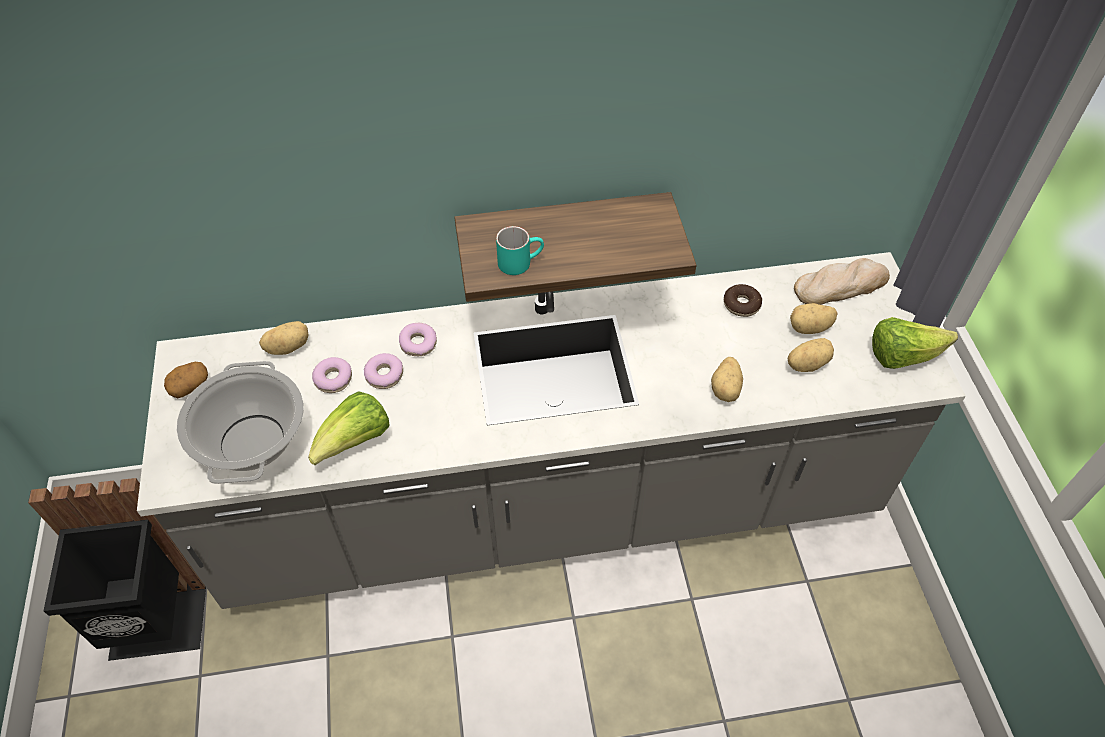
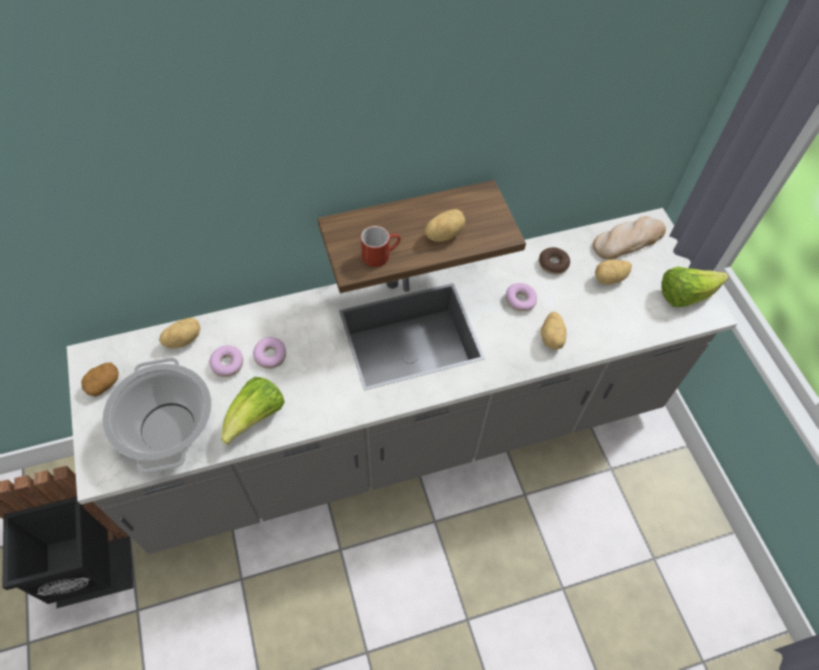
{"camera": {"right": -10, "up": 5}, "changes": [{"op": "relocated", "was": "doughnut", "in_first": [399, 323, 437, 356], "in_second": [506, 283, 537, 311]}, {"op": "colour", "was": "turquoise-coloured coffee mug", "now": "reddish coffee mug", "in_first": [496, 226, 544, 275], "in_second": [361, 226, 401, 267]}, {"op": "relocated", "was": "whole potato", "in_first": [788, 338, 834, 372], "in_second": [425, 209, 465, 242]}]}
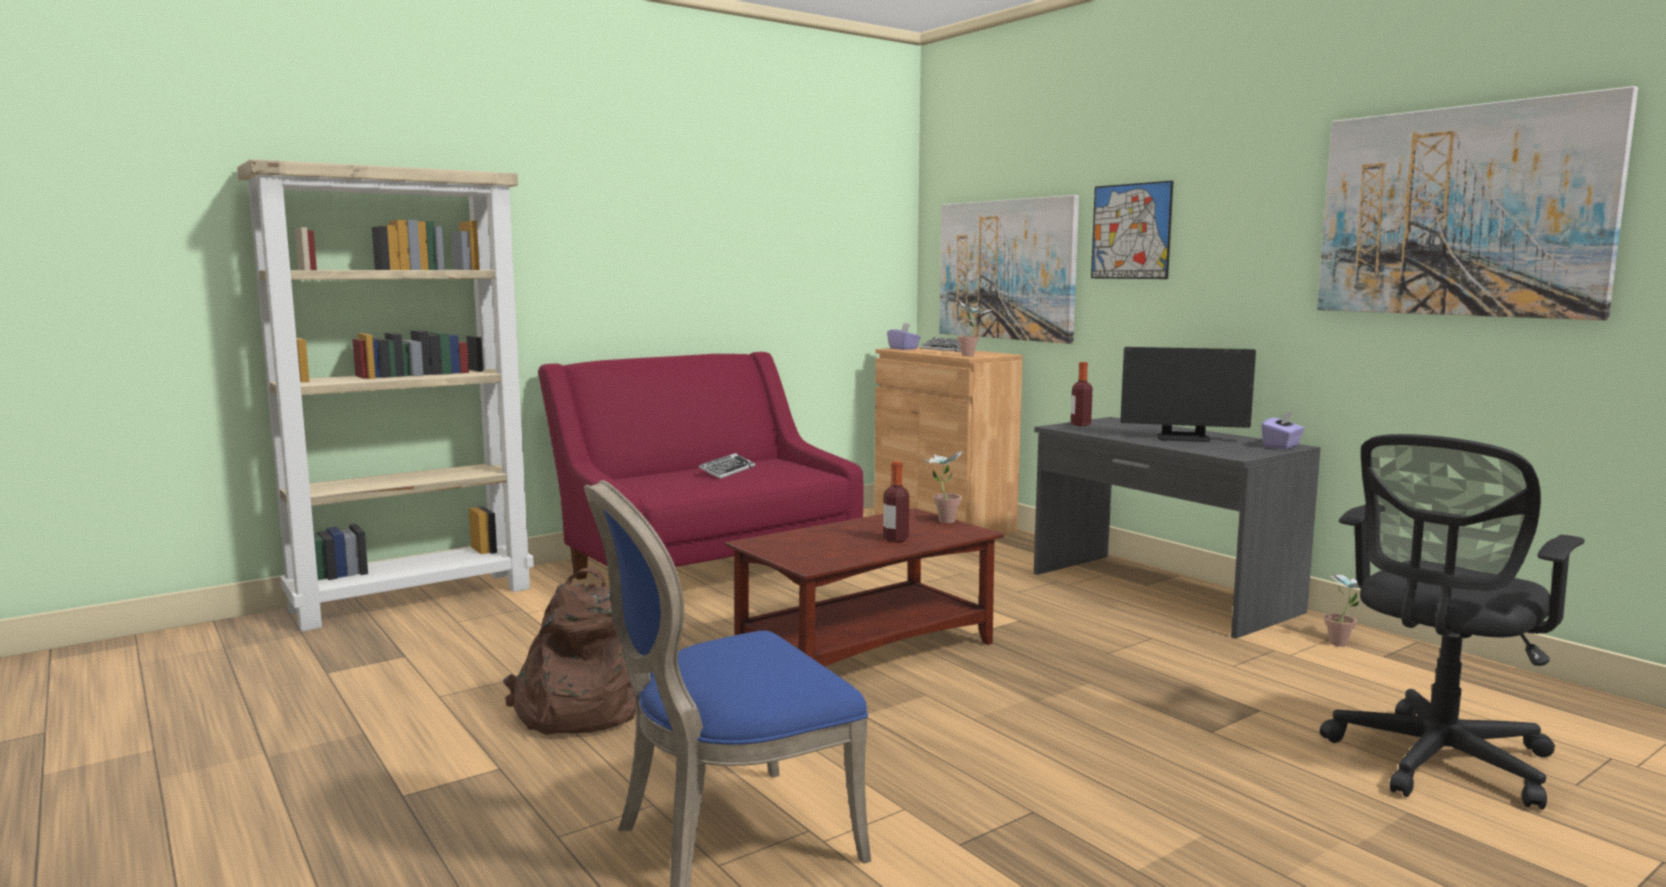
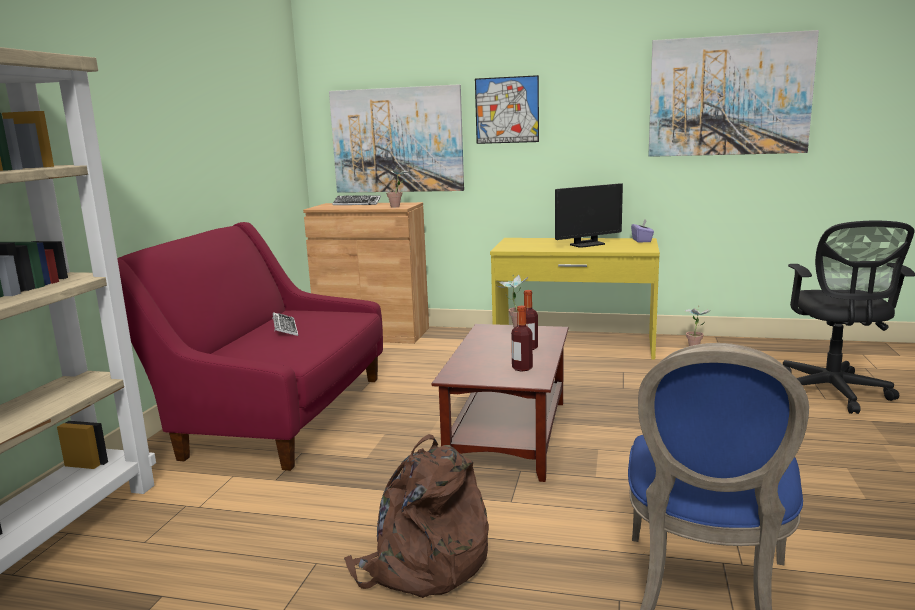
{"camera": {"right": -40, "up": 5}, "changes": [{"op": "missing", "was": "purple-coloured tissue holder", "in_first": [887, 323, 921, 350]}, {"op": "colour", "was": "gray desk unit", "now": "yellow desk unit", "in_first": [1034, 417, 1320, 639], "in_second": [490, 238, 660, 360]}, {"op": "relocated", "was": "bottle", "in_first": [1071, 362, 1093, 426], "in_second": [511, 306, 533, 372]}]}
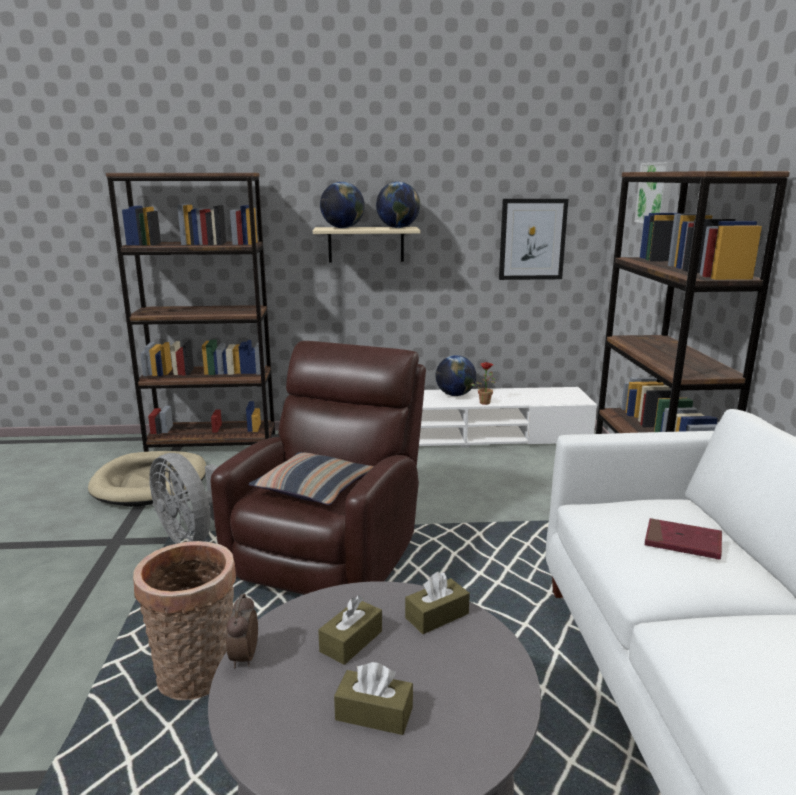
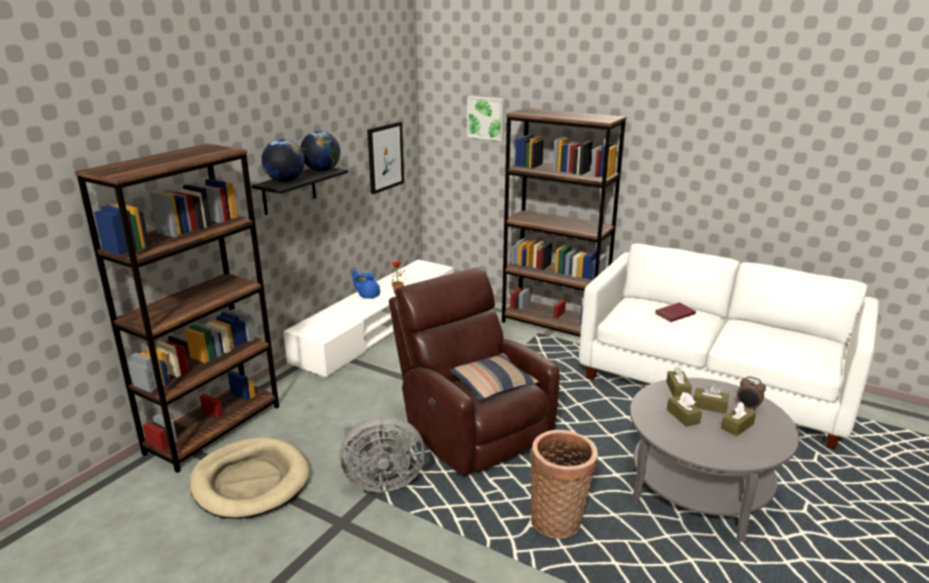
{"camera": {"right": -55, "up": 5}, "changes": [{"op": "relocated", "was": "alarm clock", "in_first": [226, 594, 258, 668], "in_second": [737, 376, 766, 411]}, {"op": "colour", "was": "beige wall shelf", "now": "black-coloured wall shelf", "in_first": [313, 227, 420, 262], "in_second": [252, 168, 348, 215]}, {"op": "exchanged", "was": "globe", "now": "blue-coloured teapot", "in_first": [436, 355, 476, 396], "in_second": [352, 269, 380, 299]}, {"op": "appeared", "now": "brownish tissue holder", "in_second": [693, 384, 729, 414]}]}
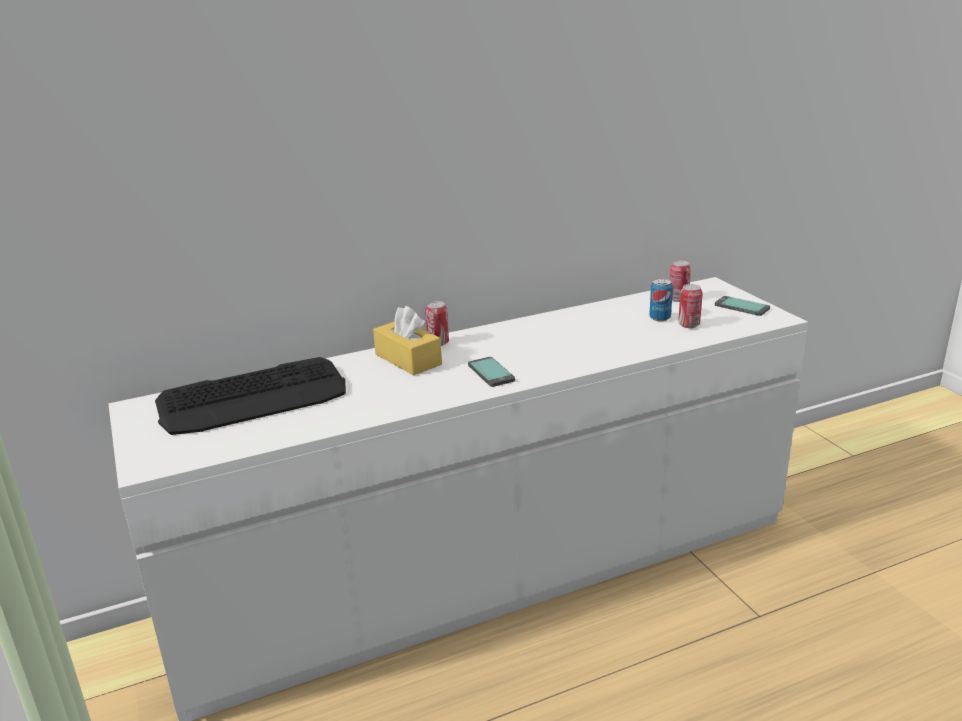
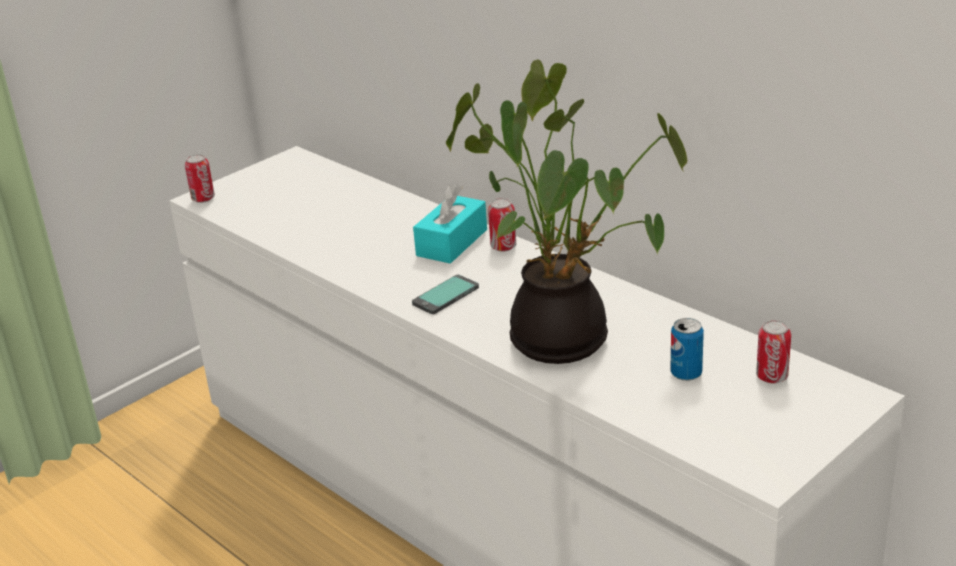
{"camera": {"right": 70, "up": 5}, "changes": [{"op": "missing", "was": "keyboard", "in_first": [155, 357, 346, 435]}, {"op": "colour", "was": "yellow tissue holder", "now": "turquoise-coloured tissue holder", "in_first": [373, 306, 442, 375], "in_second": [413, 184, 487, 264]}, {"op": "relocated", "was": "can", "in_first": [678, 284, 703, 328], "in_second": [185, 154, 215, 203]}, {"op": "missing", "was": "telephone", "in_first": [715, 296, 770, 316]}, {"op": "appeared", "now": "potted plant", "in_second": [446, 59, 687, 364]}]}
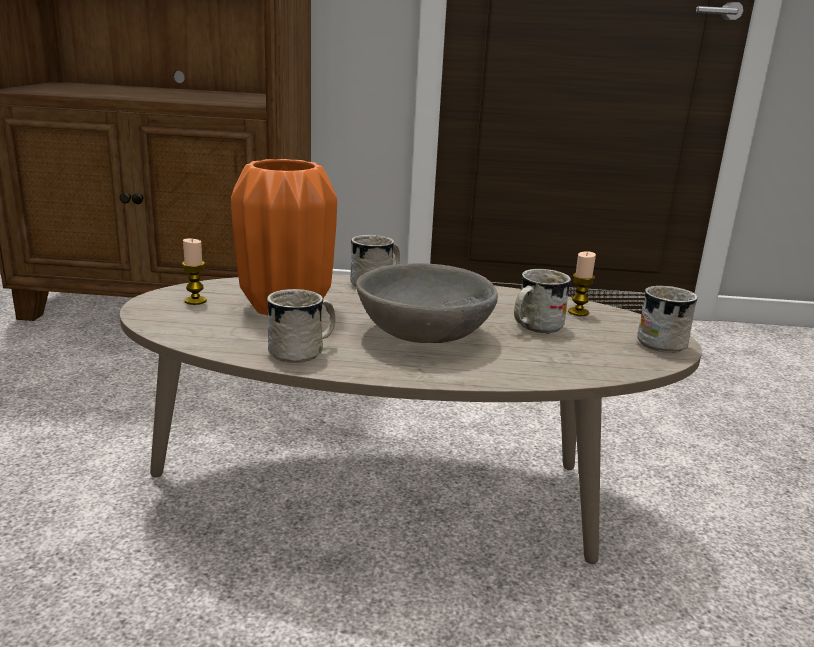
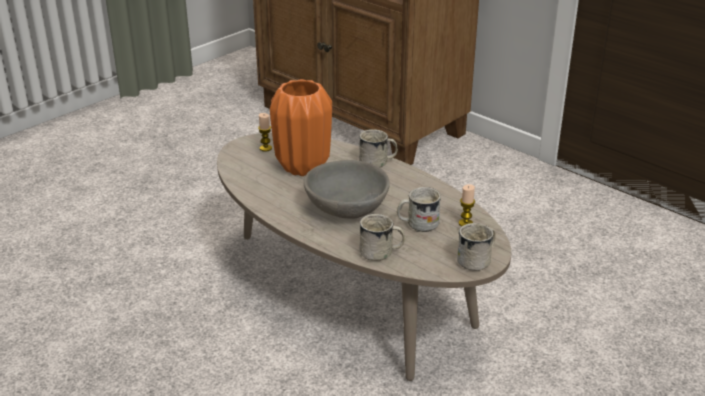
{"camera": {"right": 40, "up": 10}, "changes": [{"op": "relocated", "was": "white-coloured coffee mug", "in_first": [267, 289, 336, 363], "in_second": [360, 214, 405, 261]}]}
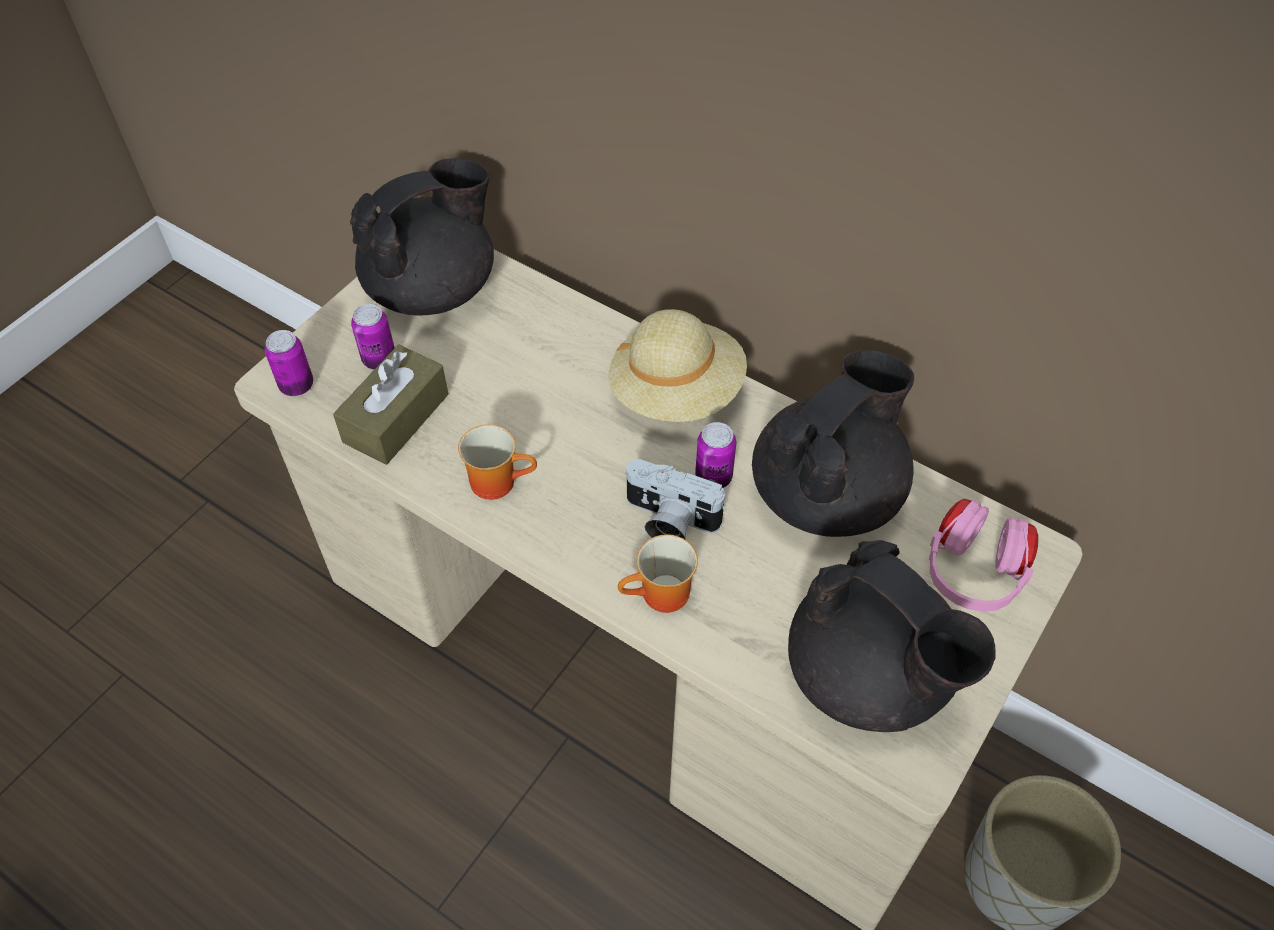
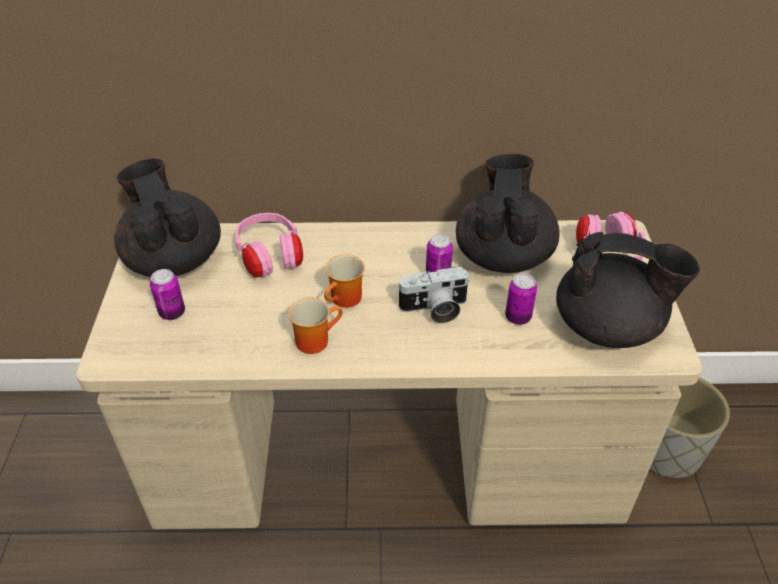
{"camera": {"right": -35, "up": -10}, "changes": [{"op": "relocated", "was": "can", "in_first": [265, 330, 313, 396], "in_second": [505, 273, 537, 325]}, {"op": "missing", "was": "brownish tissue holder", "in_first": [333, 345, 449, 465]}, {"op": "spun", "was": "black-coloured teapot", "in_first": [350, 158, 494, 316], "in_second": [114, 158, 221, 277], "clockwise": -45}, {"op": "missing", "was": "beige wearable hat", "in_first": [609, 309, 747, 422]}, {"op": "relocated", "was": "coffee mug", "in_first": [618, 534, 698, 613], "in_second": [324, 254, 365, 308]}, {"op": "appeared", "now": "pink-coloured pair of headphones", "in_second": [235, 213, 303, 278]}]}
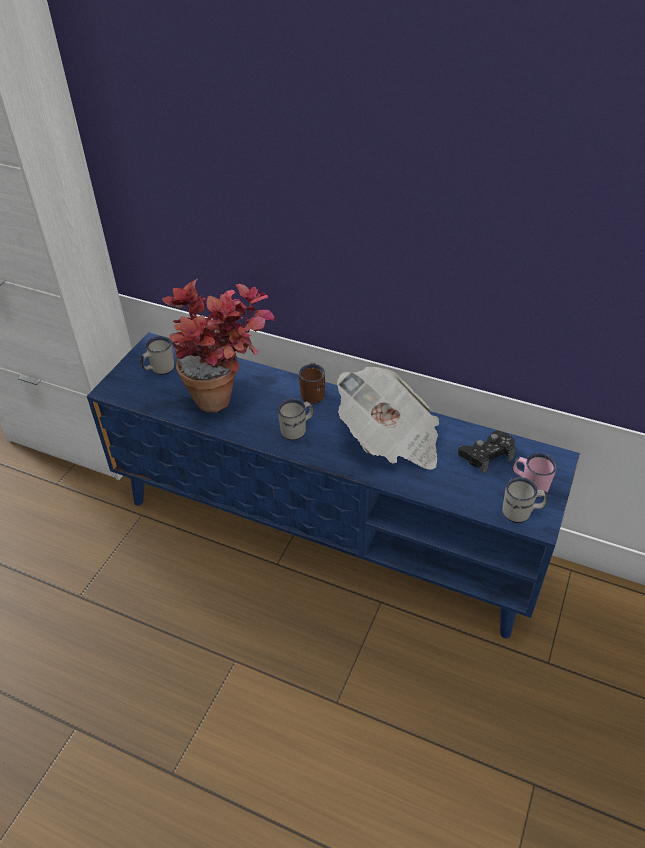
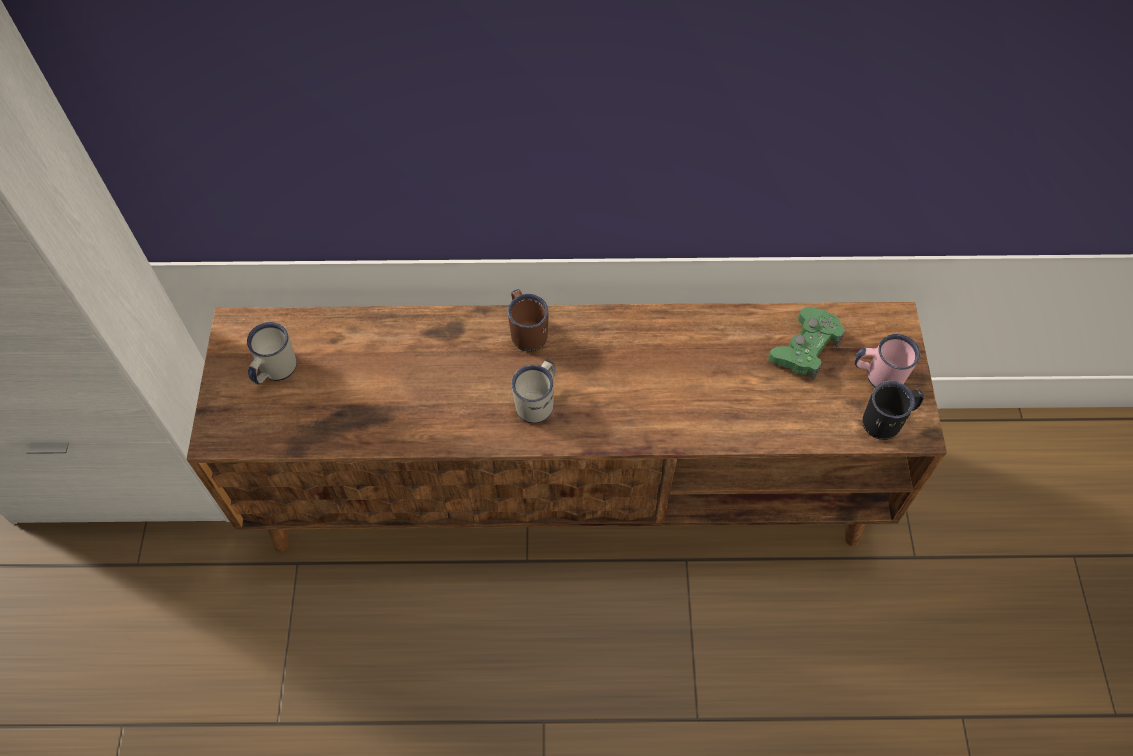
{"camera": {"right": -25, "up": 15}, "changes": [{"op": "colour", "was": "blue-coloured tv unit", "now": "brownish tv unit", "in_first": [87, 332, 580, 639], "in_second": [187, 302, 947, 552]}, {"op": "missing", "was": "potted plant", "in_first": [162, 279, 275, 413]}, {"op": "missing", "was": "printed paper", "in_first": [337, 367, 439, 470]}, {"op": "colour", "was": "black-coloured joypad", "now": "greenish joypad", "in_first": [458, 431, 516, 473], "in_second": [768, 307, 845, 380]}, {"op": "colour", "was": "white-coloured coffee mug", "now": "black-coloured coffee mug", "in_first": [502, 477, 548, 523], "in_second": [862, 381, 924, 440]}]}
